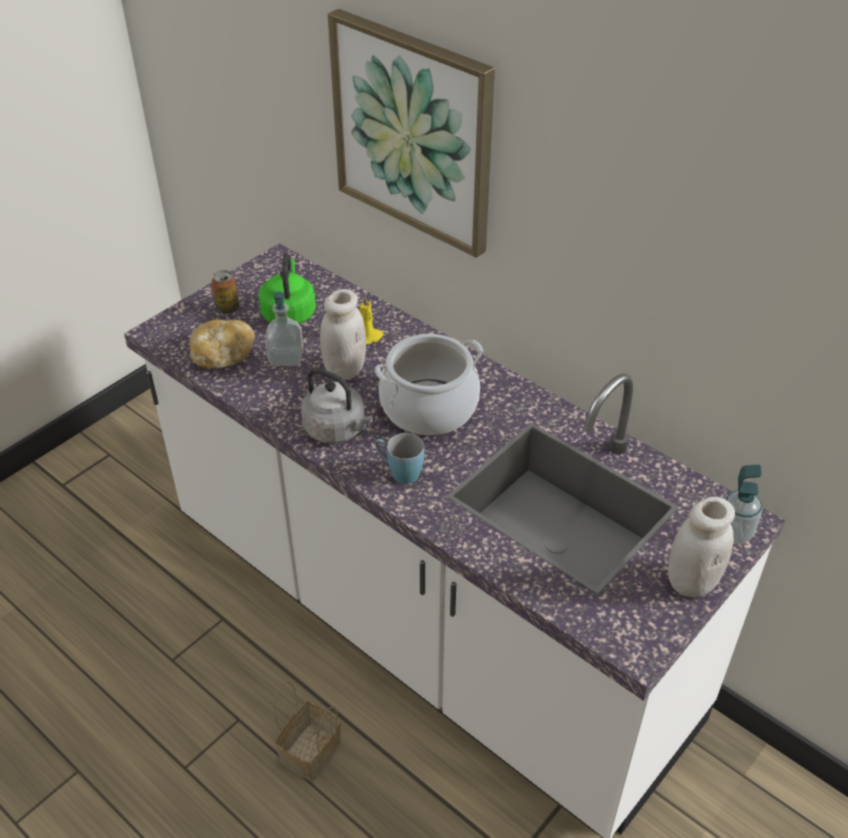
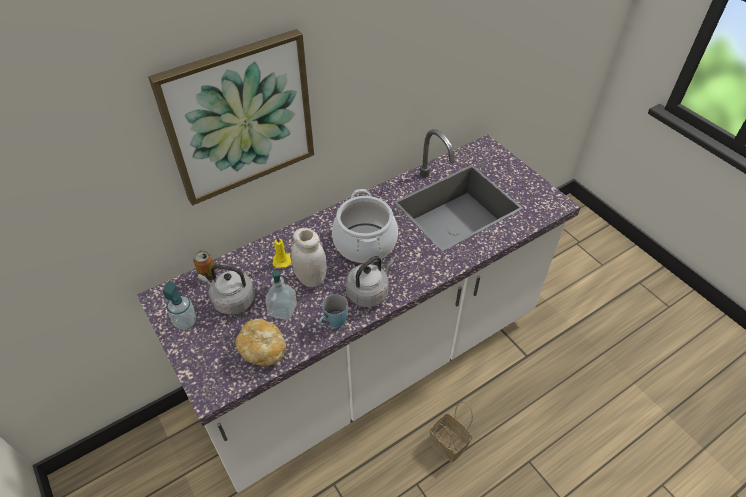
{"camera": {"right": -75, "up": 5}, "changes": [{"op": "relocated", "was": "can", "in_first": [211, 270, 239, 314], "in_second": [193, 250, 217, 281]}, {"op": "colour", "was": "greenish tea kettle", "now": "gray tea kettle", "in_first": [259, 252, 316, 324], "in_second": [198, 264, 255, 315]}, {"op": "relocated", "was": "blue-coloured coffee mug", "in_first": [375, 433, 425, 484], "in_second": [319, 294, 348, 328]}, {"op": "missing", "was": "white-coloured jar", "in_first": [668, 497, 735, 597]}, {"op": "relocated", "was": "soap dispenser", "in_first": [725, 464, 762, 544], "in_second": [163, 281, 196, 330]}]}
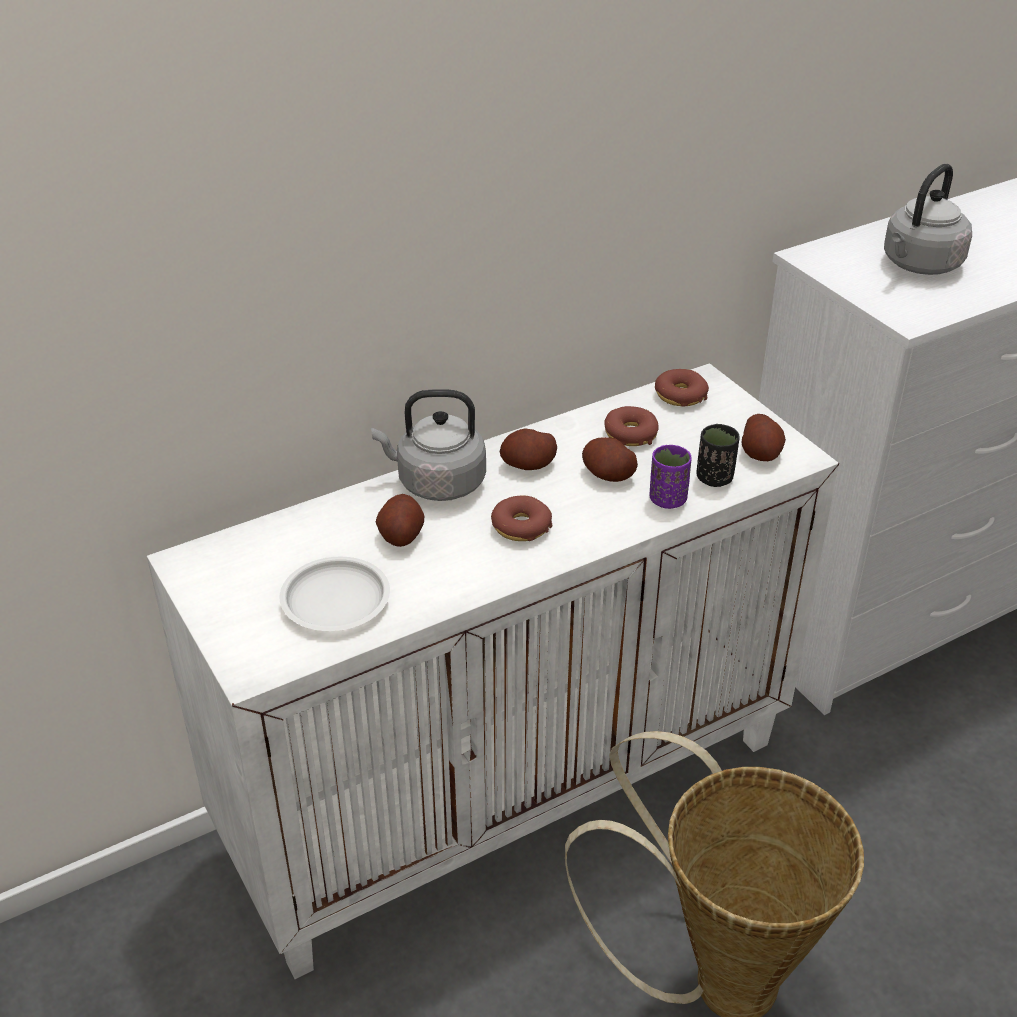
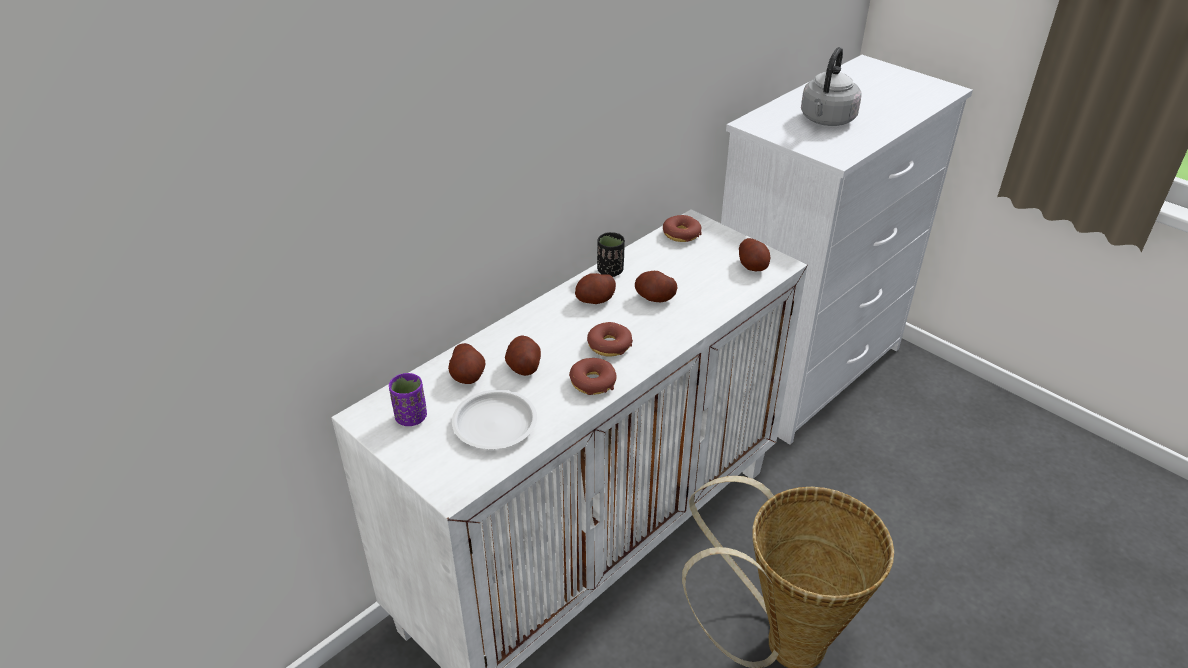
{"camera": {"right": -15, "up": 0}, "changes": [{"op": "missing", "was": "gray tea kettle", "in_first": [371, 389, 486, 501]}, {"op": "relocated", "was": "doughnut", "in_first": [604, 406, 659, 446], "in_second": [569, 358, 617, 395]}, {"op": "relocated", "was": "purple-coloured cup", "in_first": [649, 445, 692, 509], "in_second": [389, 373, 427, 426]}, {"op": "relocated", "was": "black-coloured cup", "in_first": [696, 424, 739, 487], "in_second": [597, 232, 625, 277]}, {"op": "appeared", "now": "whole potato", "in_second": [448, 343, 485, 384]}]}
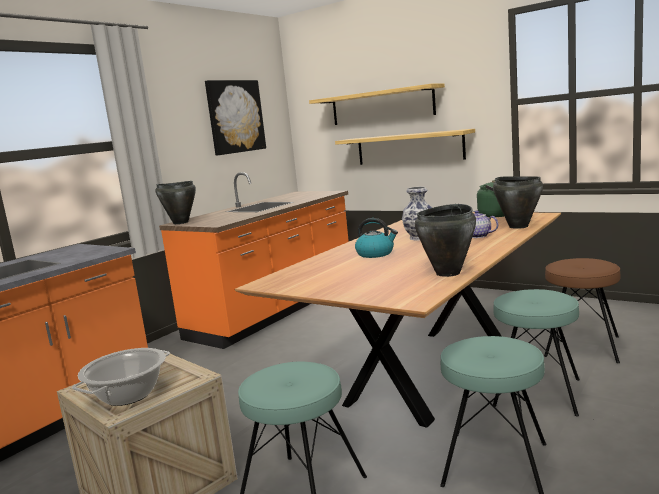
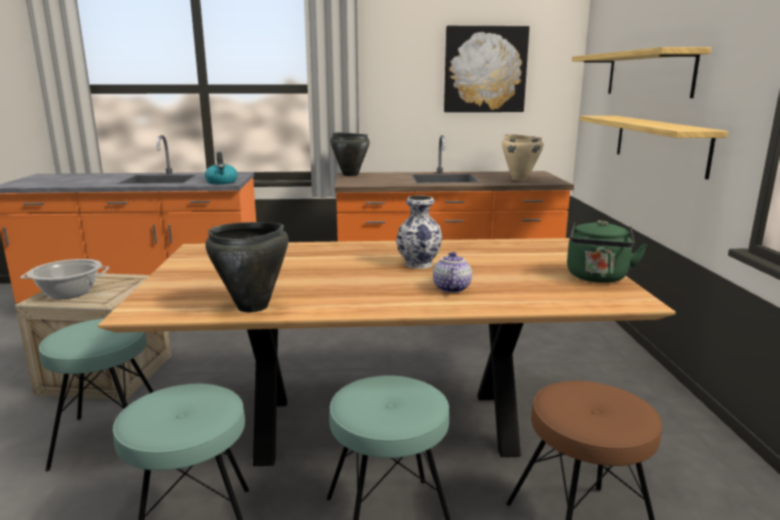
{"camera": {"right": 50, "up": 5}, "changes": [{"op": "relocated", "was": "tea kettle", "in_first": [355, 218, 398, 258], "in_second": [205, 152, 237, 184]}, {"op": "missing", "was": "black-coloured cooking pot", "in_first": [493, 176, 543, 229]}, {"op": "appeared", "now": "beige cooking pot", "in_second": [502, 134, 543, 181]}]}
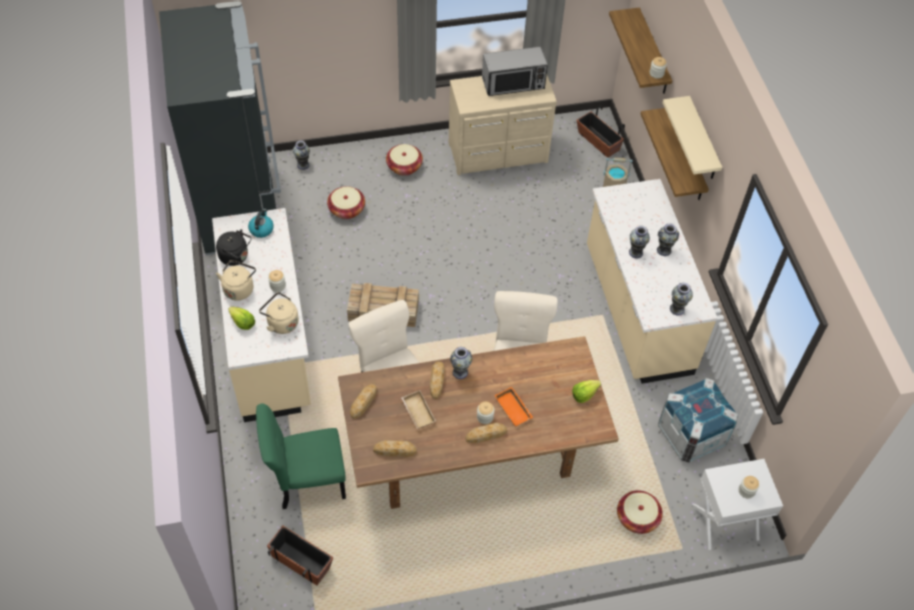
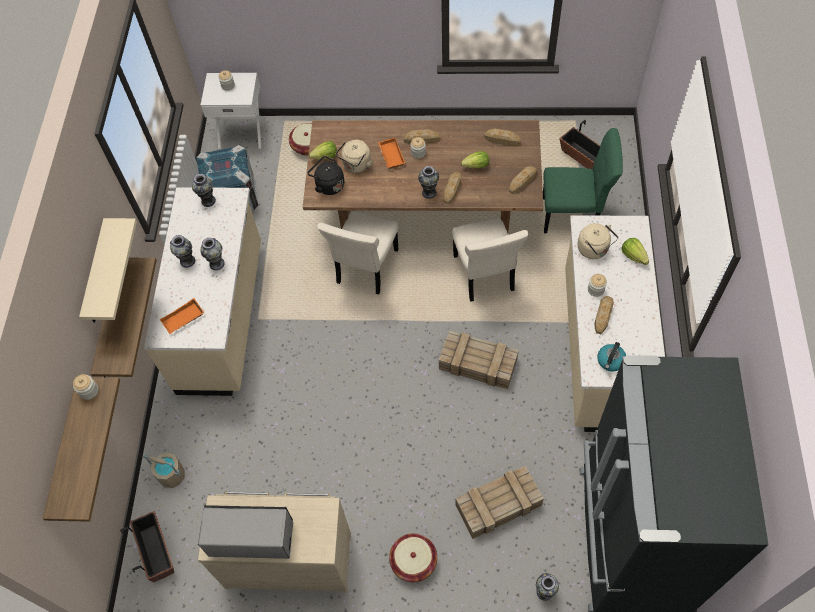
{"camera": {"right": -160, "up": 5}, "changes": [{"op": "relocated", "was": "black-coloured tea kettle", "in_first": [216, 229, 251, 266], "in_second": [308, 156, 344, 195]}, {"op": "relocated", "was": "beige tea kettle", "in_first": [216, 260, 256, 301], "in_second": [335, 140, 373, 173]}, {"op": "exchanged", "was": "basket", "now": "shipping crate", "in_first": [327, 186, 365, 219], "in_second": [456, 466, 544, 539]}, {"op": "exchanged", "was": "beige tray", "now": "lettuce", "in_first": [401, 390, 436, 429], "in_second": [461, 151, 489, 168]}, {"op": "appeared", "now": "orange-coloured tray", "in_second": [160, 298, 204, 334]}, {"op": "appeared", "now": "baked bread", "in_second": [594, 296, 614, 334]}]}
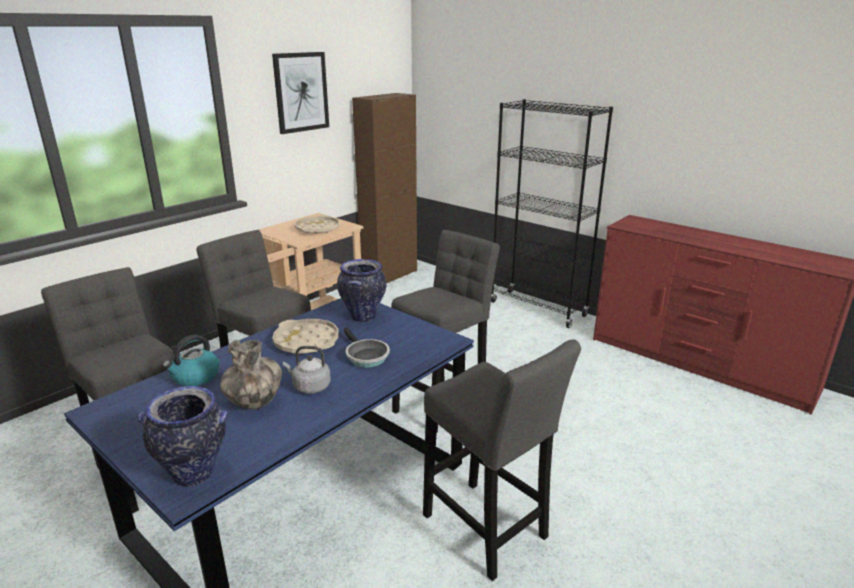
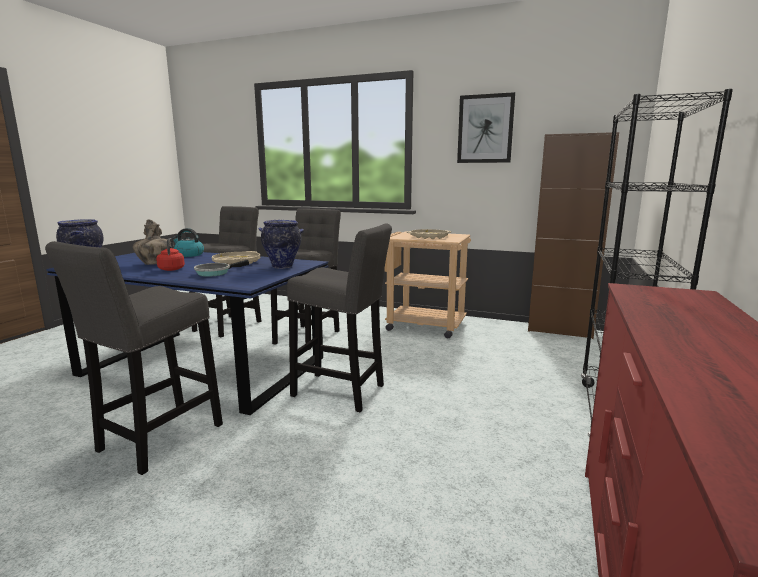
{"camera": {"right": 70, "up": -10}, "changes": [{"op": "colour", "was": "gray tea kettle", "now": "reddish tea kettle", "in_first": [283, 346, 331, 394], "in_second": [156, 238, 185, 271]}]}
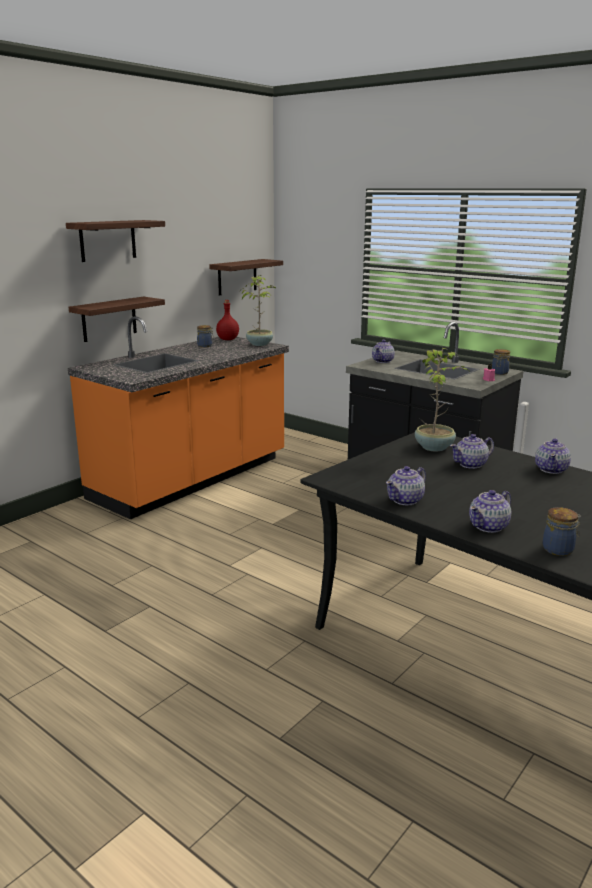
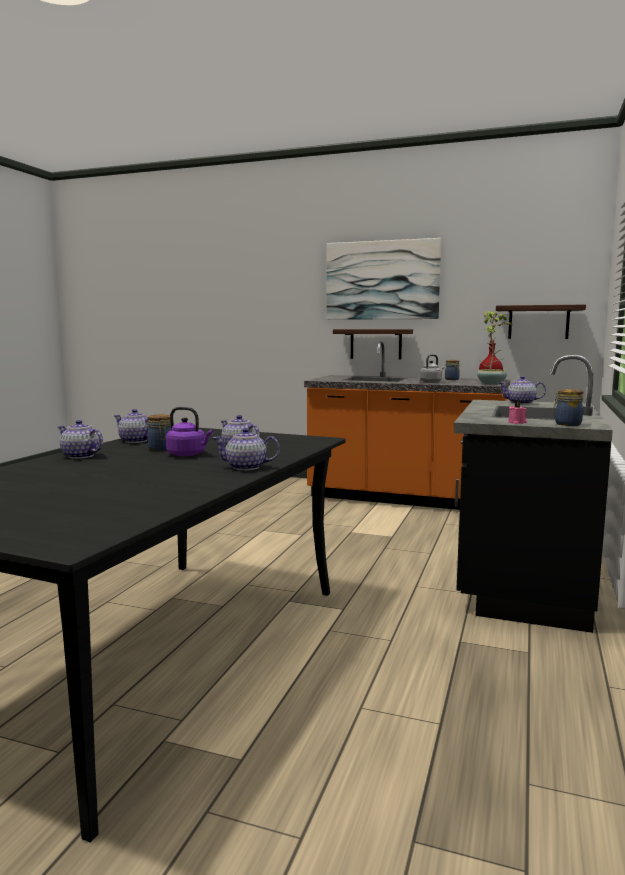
{"camera": {"right": 70, "up": -10}, "changes": [{"op": "exchanged", "was": "wall shelf", "now": "wall picture", "in_first": [66, 220, 165, 262], "in_second": [326, 238, 441, 320]}, {"op": "missing", "was": "potted plant", "in_first": [415, 348, 469, 451]}, {"op": "relocated", "was": "jar", "in_first": [543, 507, 581, 556], "in_second": [148, 414, 171, 451]}, {"op": "appeared", "now": "purple-coloured tea kettle", "in_second": [166, 407, 213, 456]}, {"op": "appeared", "now": "gray tea kettle", "in_second": [419, 354, 444, 383]}]}
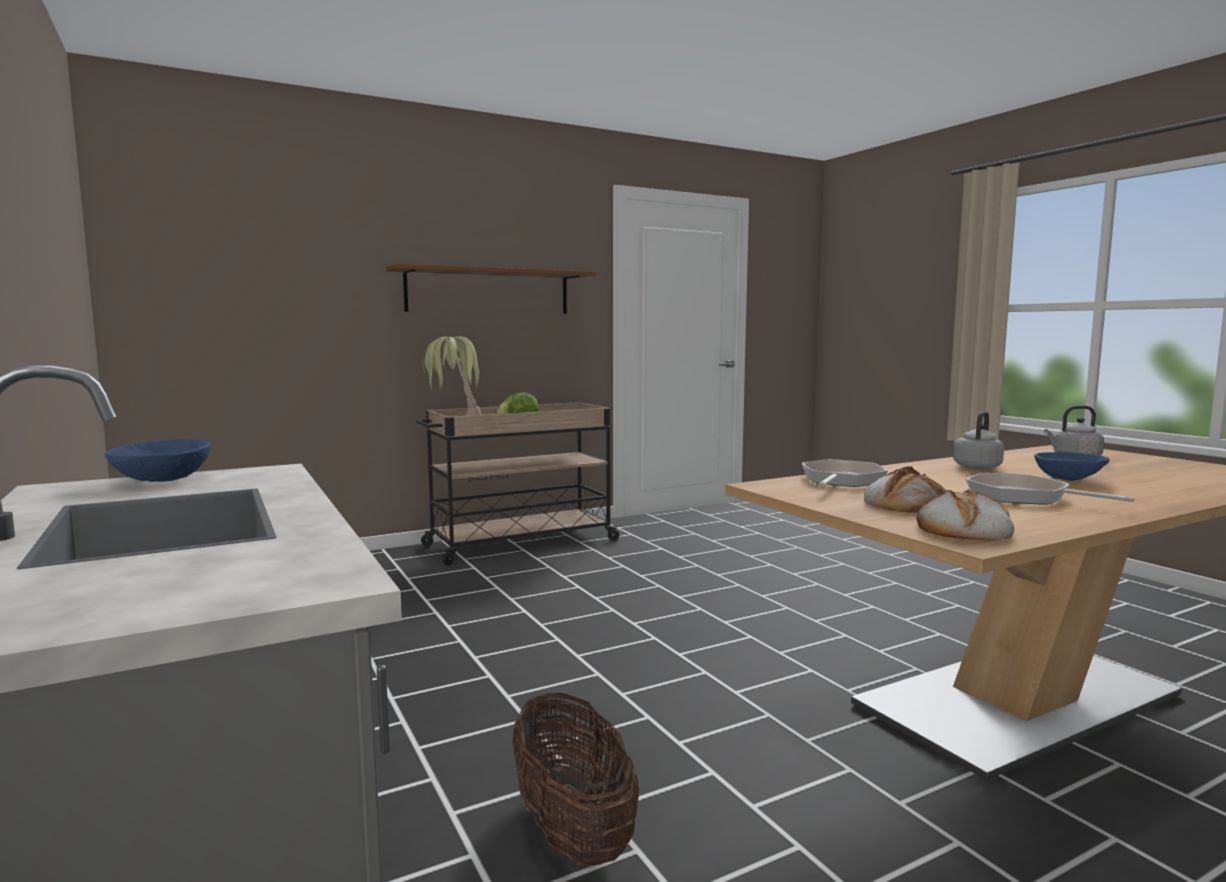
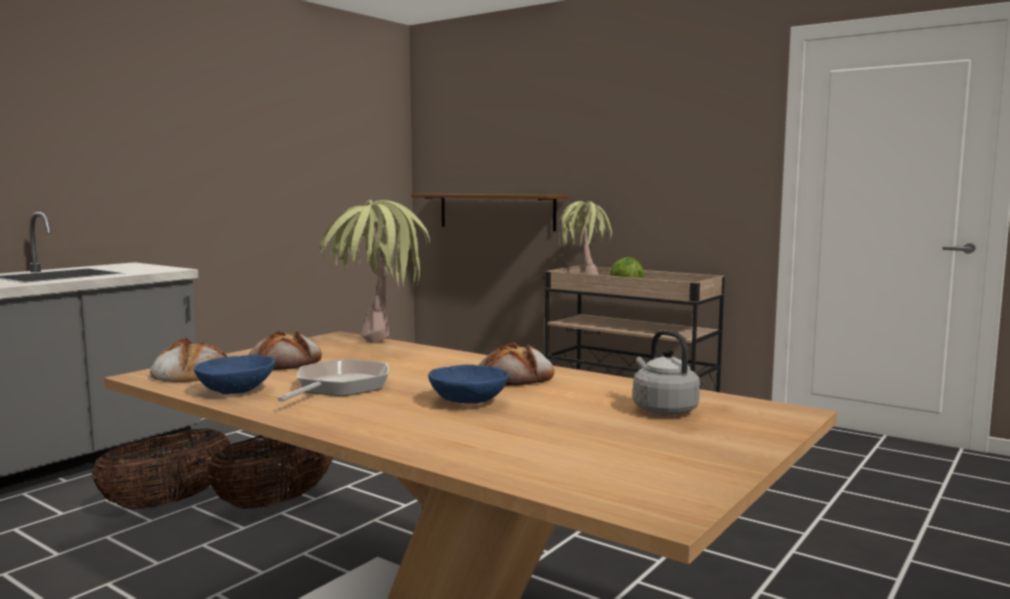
{"camera": {"right": 65, "up": 0}, "changes": [{"op": "relocated", "was": "blue-coloured bowl", "in_first": [105, 439, 211, 482], "in_second": [194, 355, 275, 394]}, {"op": "relocated", "was": "brownish wall shelf", "in_first": [386, 264, 597, 314], "in_second": [411, 194, 568, 232]}, {"op": "exchanged", "was": "frying pan", "now": "potted plant", "in_first": [802, 459, 888, 487], "in_second": [321, 200, 430, 343]}, {"op": "exchanged", "was": "gray tea kettle", "now": "baked bread", "in_first": [953, 411, 1004, 469], "in_second": [479, 342, 554, 386]}, {"op": "appeared", "now": "basket", "in_second": [207, 435, 333, 509]}]}
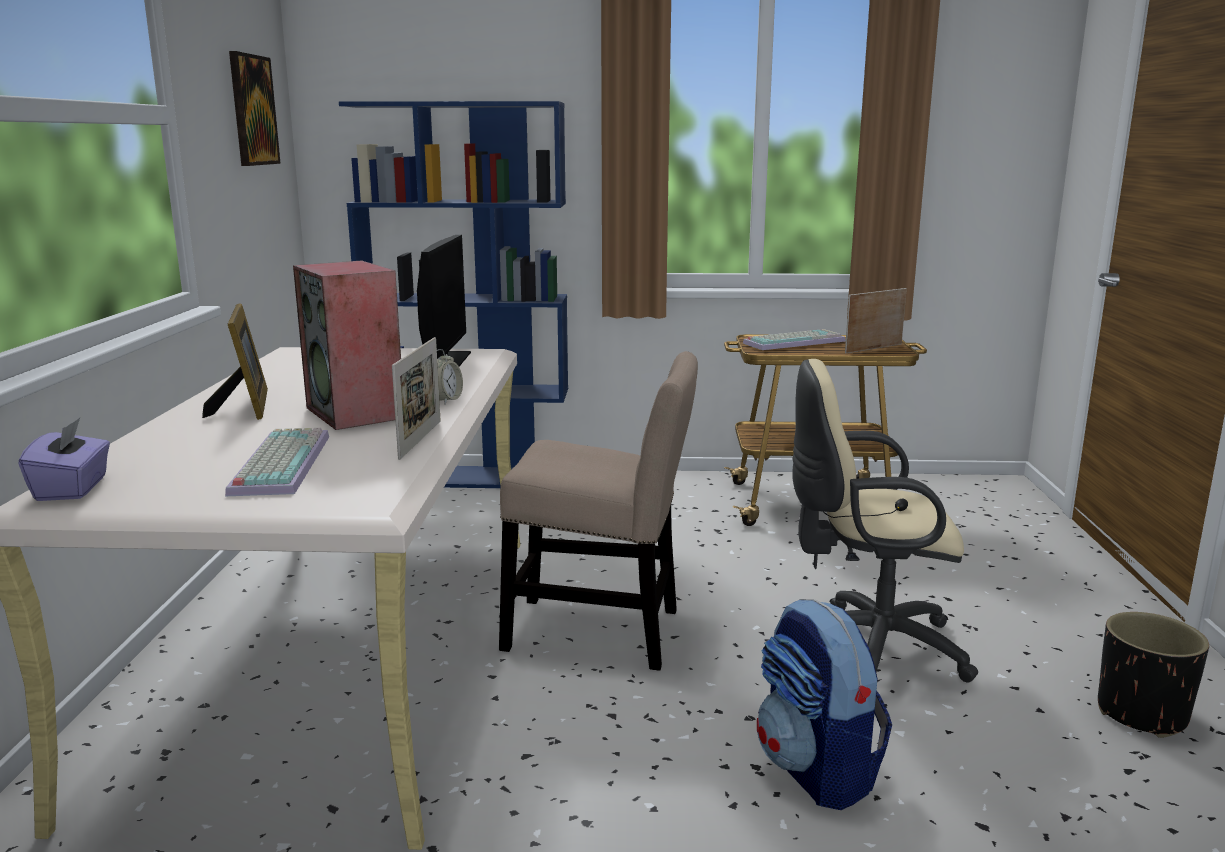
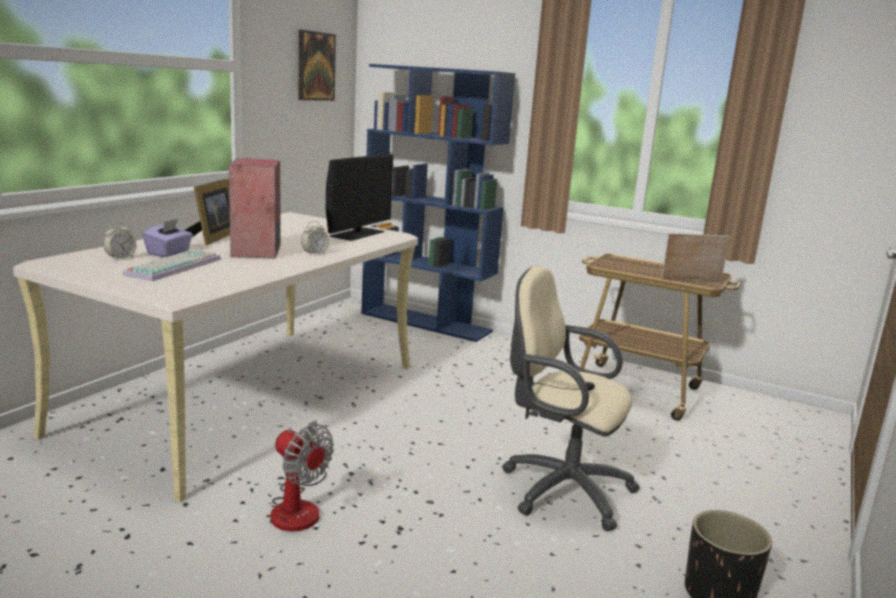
{"camera": {"right": 25, "up": 0}, "changes": [{"op": "relocated", "was": "purple-coloured tissue holder", "in_first": [18, 418, 110, 501], "in_second": [142, 219, 193, 257]}, {"op": "missing", "was": "standing frame", "in_first": [392, 337, 441, 460]}, {"op": "missing", "was": "beige upright chair", "in_first": [499, 351, 698, 671]}, {"op": "missing", "was": "keyboard", "in_first": [743, 329, 846, 350]}, {"op": "missing", "was": "backpack", "in_first": [757, 599, 892, 810]}, {"op": "appeared", "now": "alarm clock", "in_second": [103, 222, 136, 261]}, {"op": "appeared", "now": "fan", "in_second": [270, 420, 334, 531]}]}
